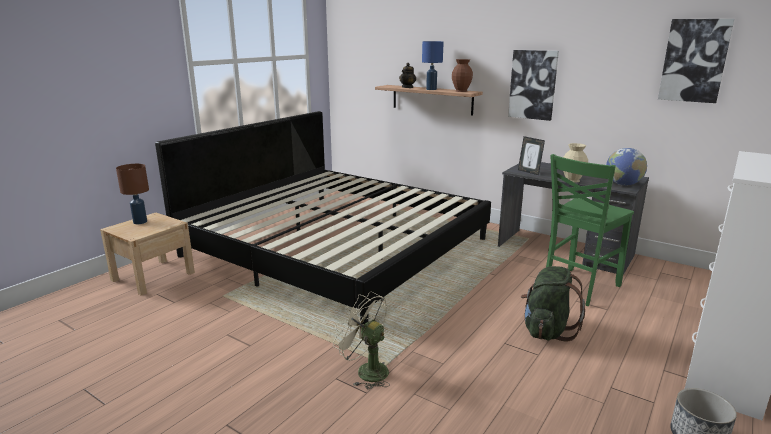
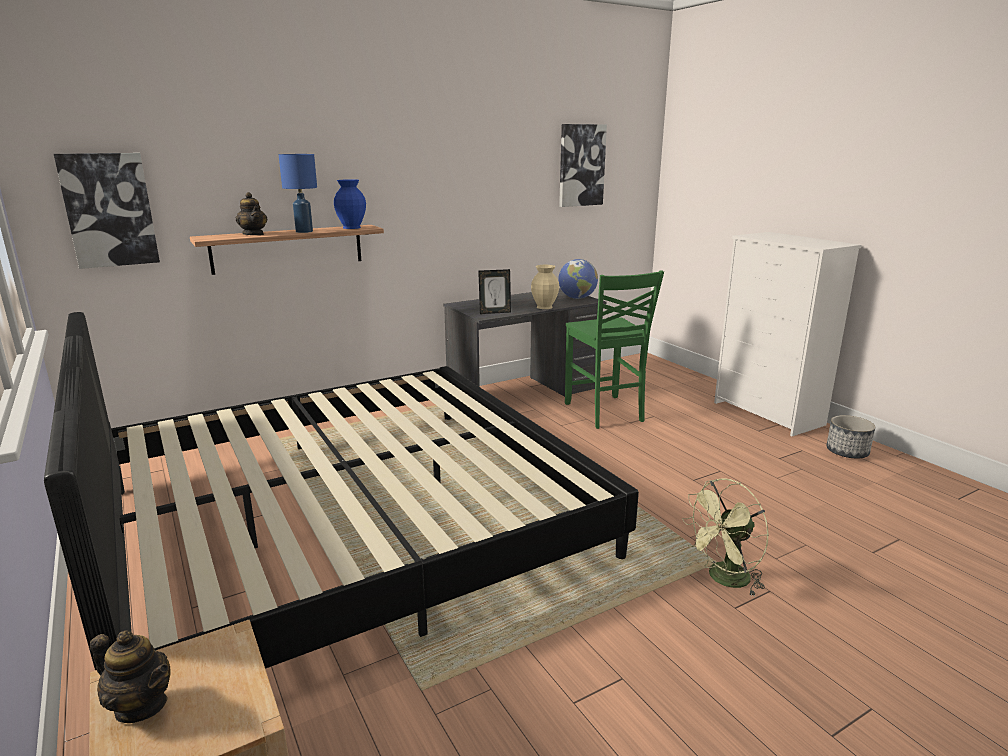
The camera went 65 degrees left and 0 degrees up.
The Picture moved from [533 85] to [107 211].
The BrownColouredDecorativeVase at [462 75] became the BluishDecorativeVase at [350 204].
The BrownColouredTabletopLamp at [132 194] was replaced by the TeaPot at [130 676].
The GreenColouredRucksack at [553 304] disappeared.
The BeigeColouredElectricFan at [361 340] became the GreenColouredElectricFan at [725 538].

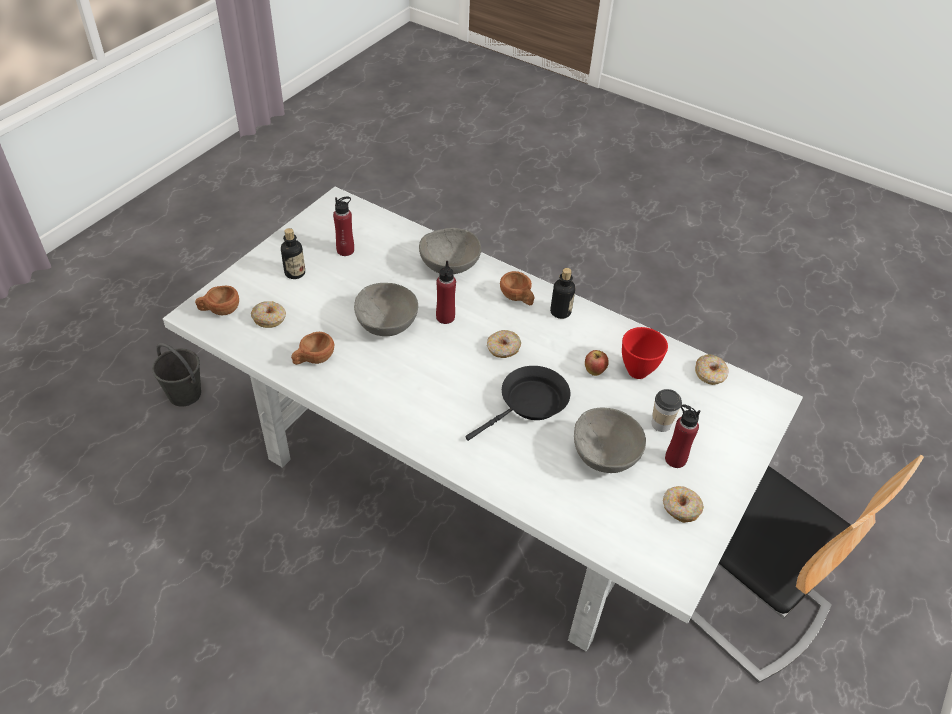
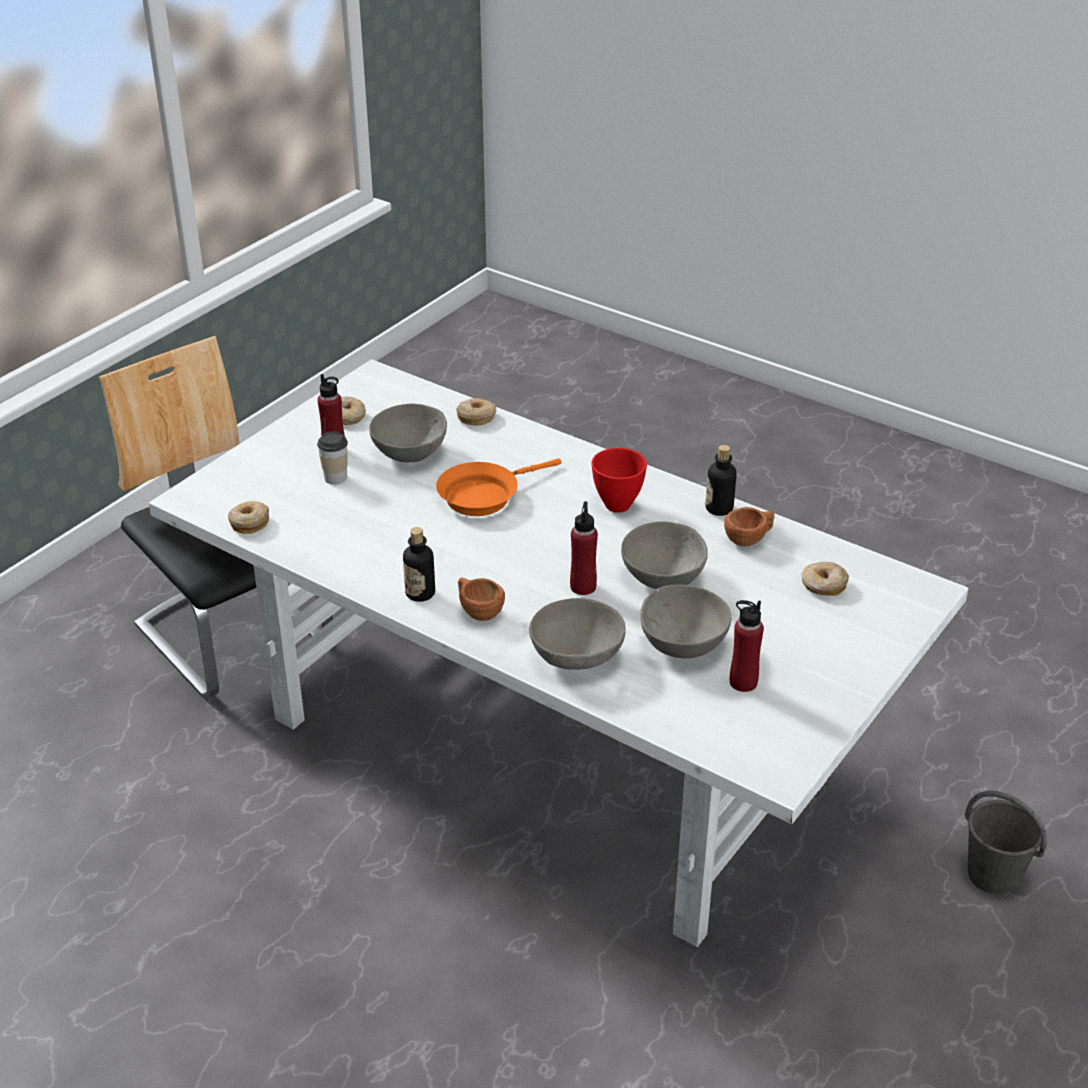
The camera went 175 degrees left and 10 degrees down.
The DrinkBottle moved from [293 253] to [721 480].
The BrownColouredSmallCup at [217 300] disappeared.
The ReddishDeepDish moved from [645 353] to [619 480].
The RingDoughnut moved from [504 344] to [476 411].
The Apple at [597 363] disappeared.
The BlackColouredFryingPan at [518 403] became the OrangeFryingPan at [499 487].
The GreyishDeepDish at [685 621] appeared.

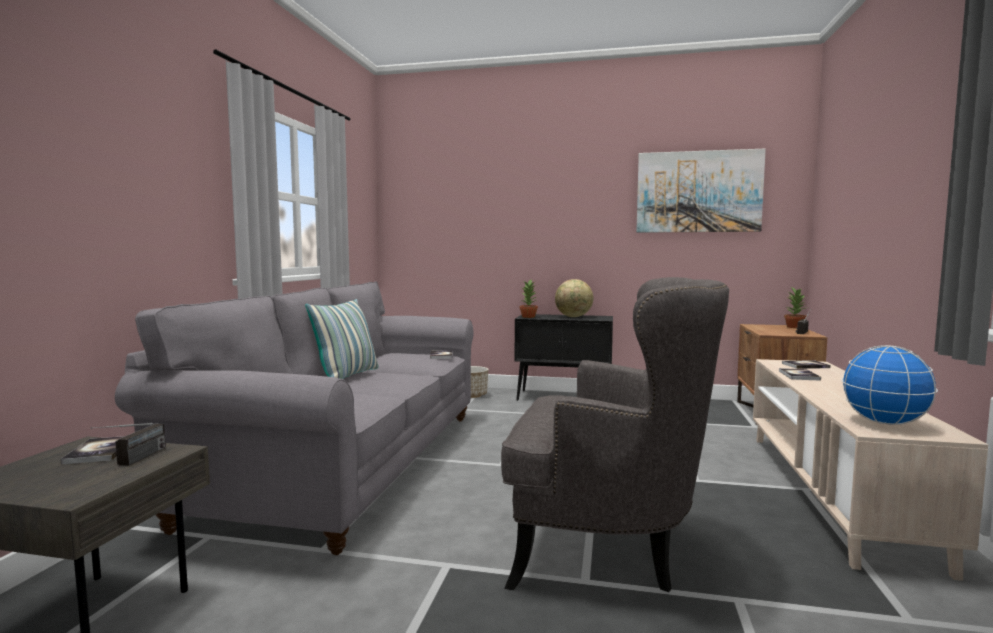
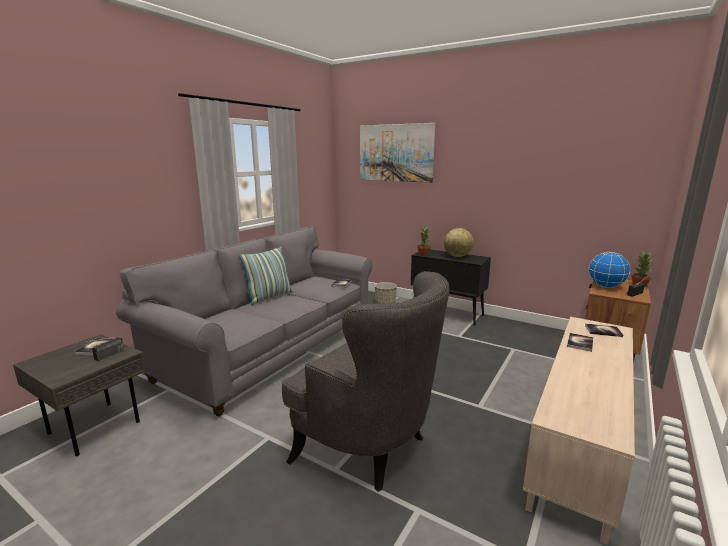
The camera went 20 degrees right and 10 degrees up.
The Picture moved from [701 191] to [397 153].
The WorldGlobe moved from [889 385] to [609 270].

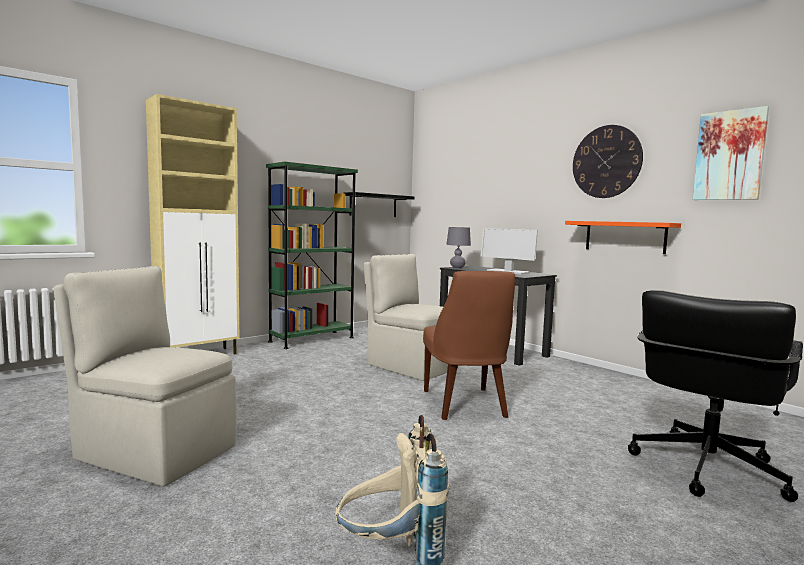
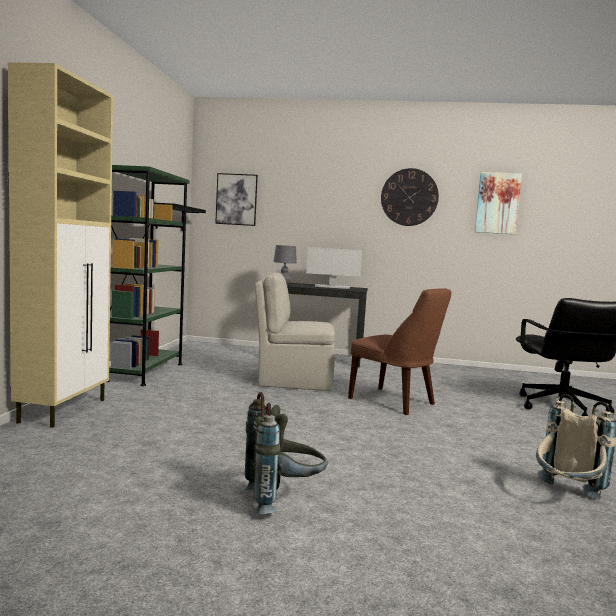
The camera went 40 degrees left and 0 degrees up.
The OrangeBracketShelf at [623 237] disappeared.
The BeigeColouredUprightChair at [145 376] was replaced by the GreyishRucksack at [286 453].
The Picture at [236 199] appeared.

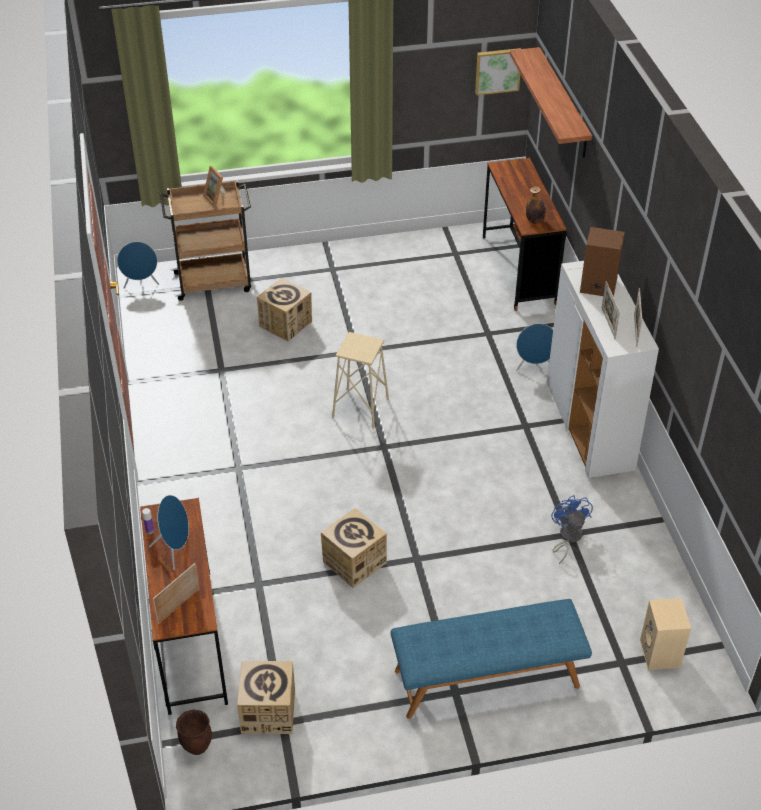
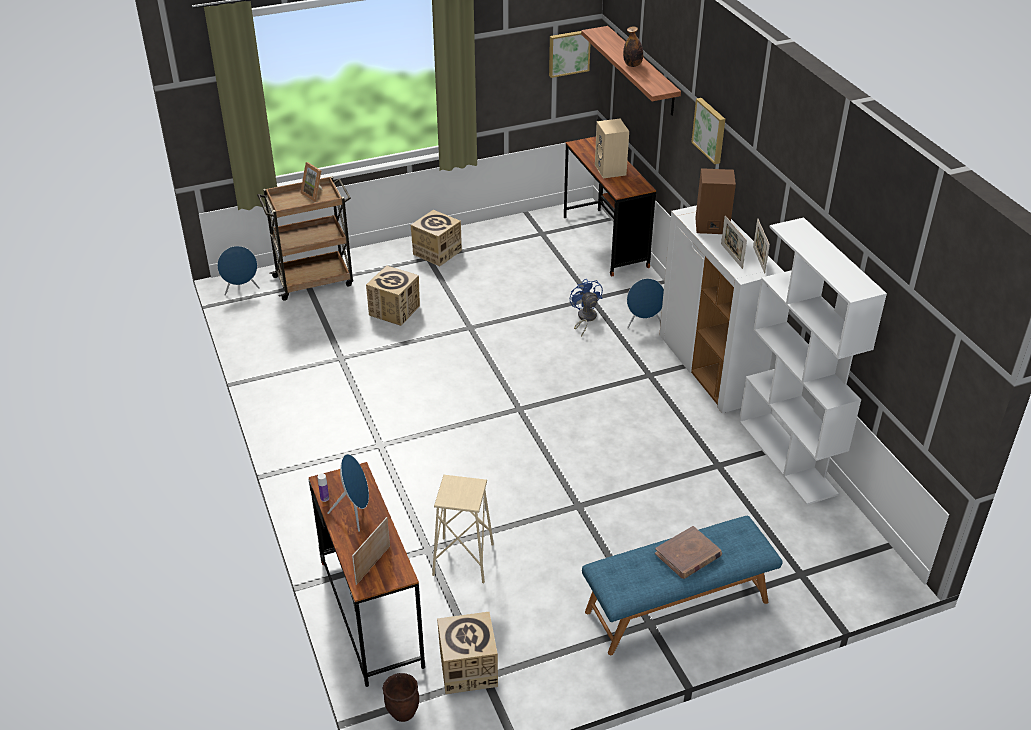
The camera went 10 degrees left and 5 degrees down.
The DrinkBottle moved from [536 205] to [633 46].
The BeigeColouredStool moved from [360 380] to [463 529].
The BluishElectricFan moved from [572 529] to [586 307].
The PackingBox moved from [354 548] to [436 238].
The BeigeColouredAudioSpeaker moved from [665 634] to [612 148].
The Picture at [708 131] appeared.
The WhiteBookshelf at [813 361] appeared.
The BrownColouredBoundBook at [688 552] appeared.

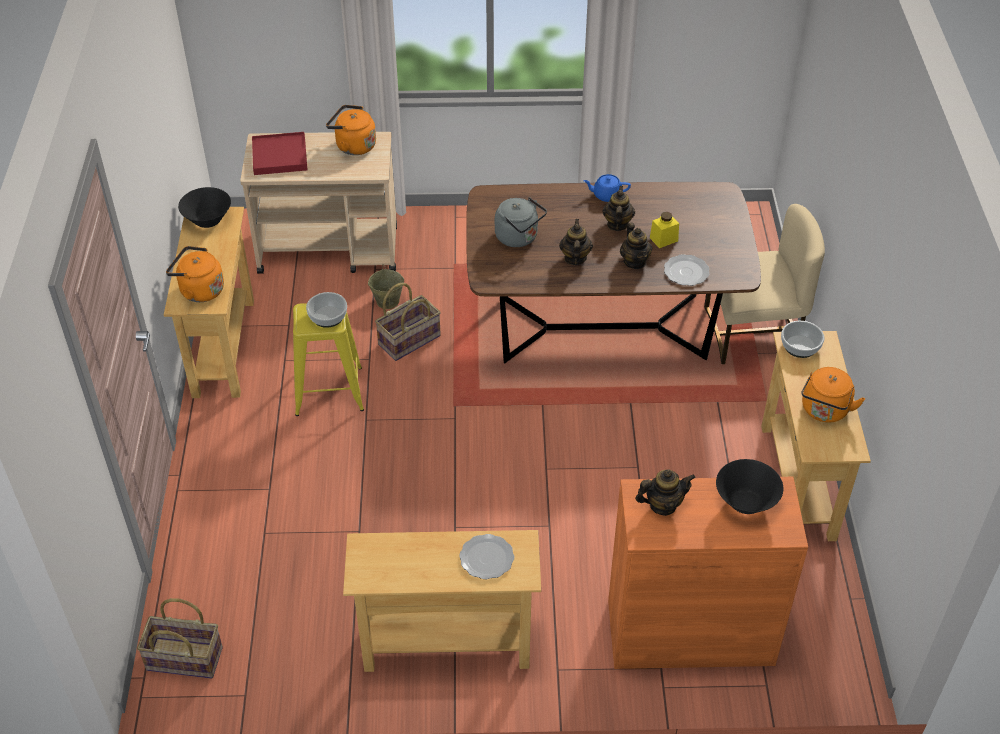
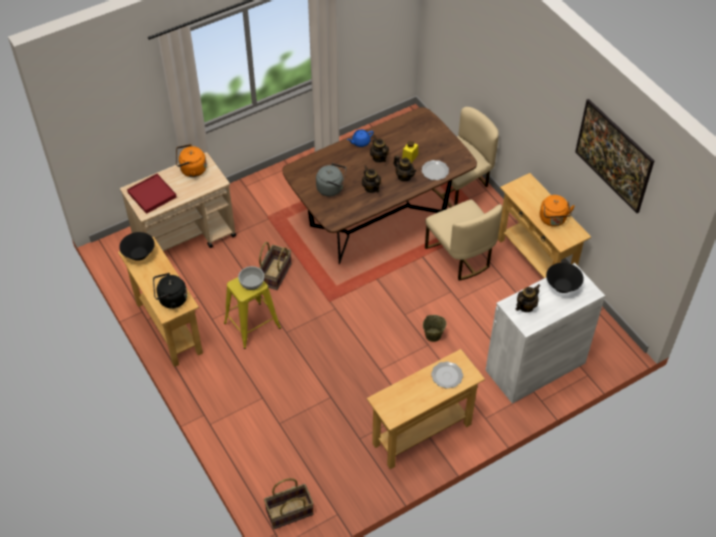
The camera went 30 degrees left and 5 degrees up.
The OrangeTeaKettle at [195 274] became the BlackColouredTeaKettle at [170 291].
The BeigeColouredPail moved from [386 287] to [434 328].
The DeepDish at [802 339] disappeared.
The OrangeCupboard at [708 573] became the WhiteCupboard at [545 333].
The Picture at [614 156] appeared.
The BeigeColouredUprightChair at [463 240] appeared.

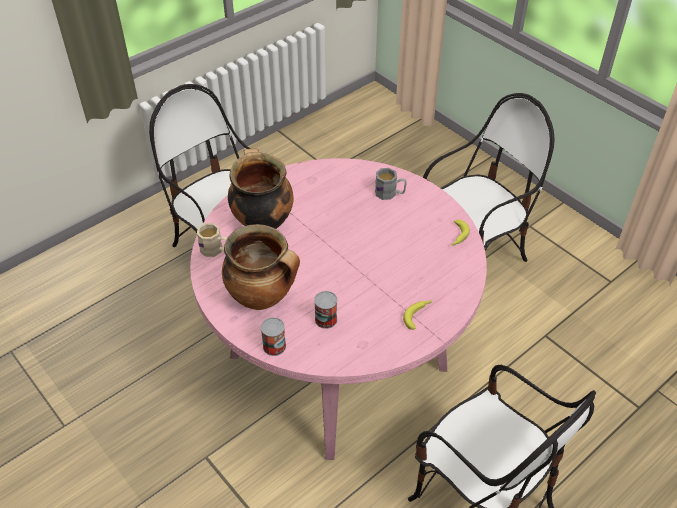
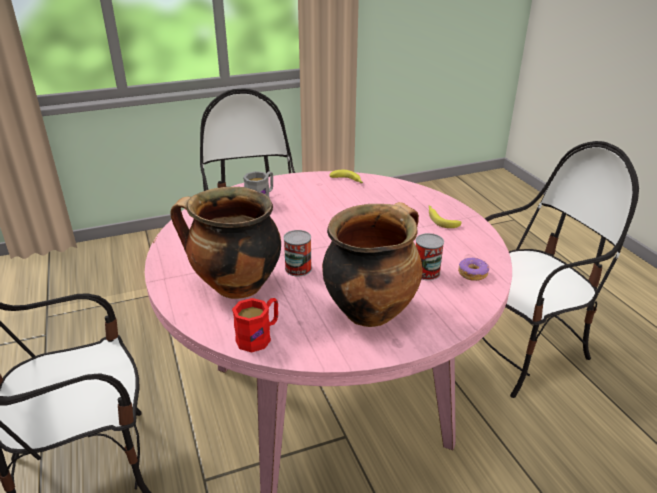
The camera went 70 degrees left and 15 degrees down.
The BeigeColouredTeaMug at [212 240] became the ReddishTeaMug at [255 325].
The Can moved from [273 336] to [298 253].
The RingDoughnut at [473 269] appeared.

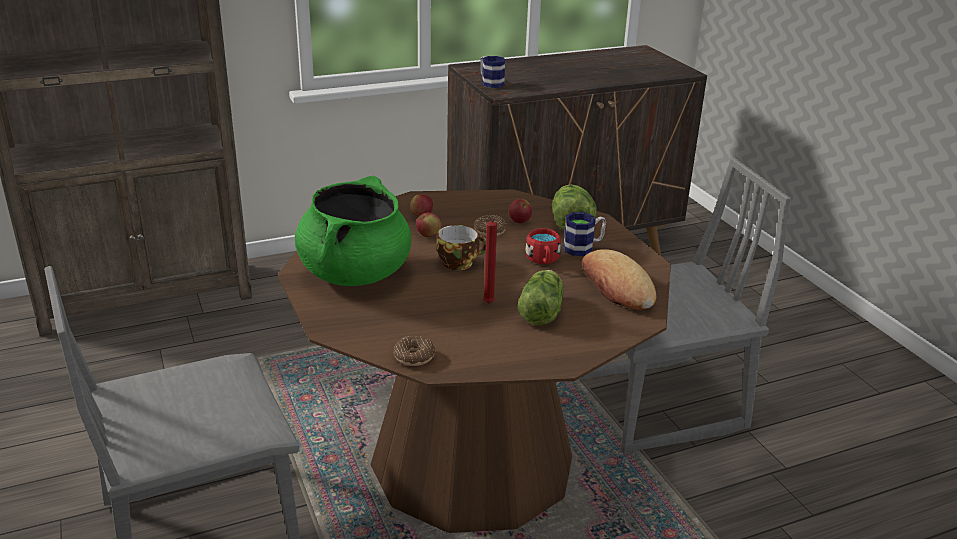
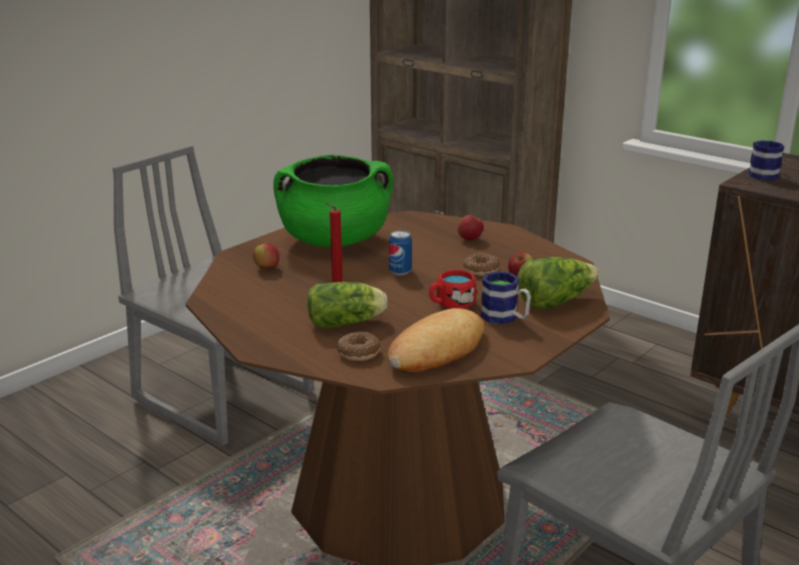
The camera went 65 degrees right and 5 degrees down.
The Apple moved from [429 224] to [266 256].
The SmallCup at [461 247] was replaced by the Can at [400 252].
The RingDoughnut moved from [414 351] to [359 346].

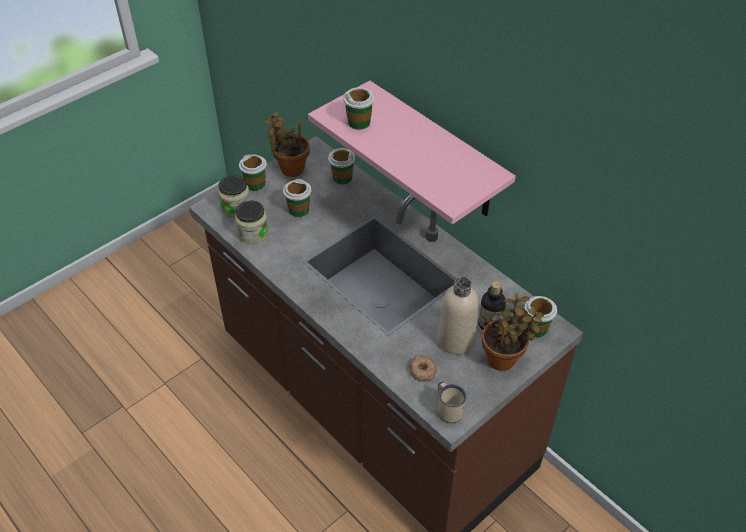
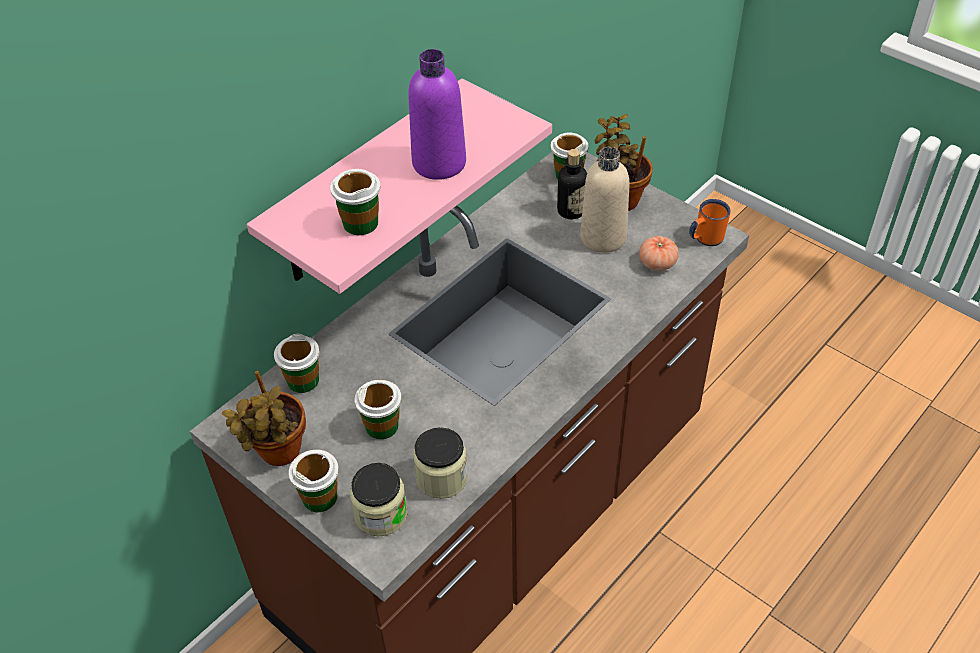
The camera went 95 degrees left and 0 degrees up.
The RingDoughnut at [423 368] was replaced by the Tomato at [659 253].
The BeigeColouredTeaMug at [452 402] became the OrangeTeaMug at [710 222].
The PurpleDrinkBottle at [437 114] appeared.

